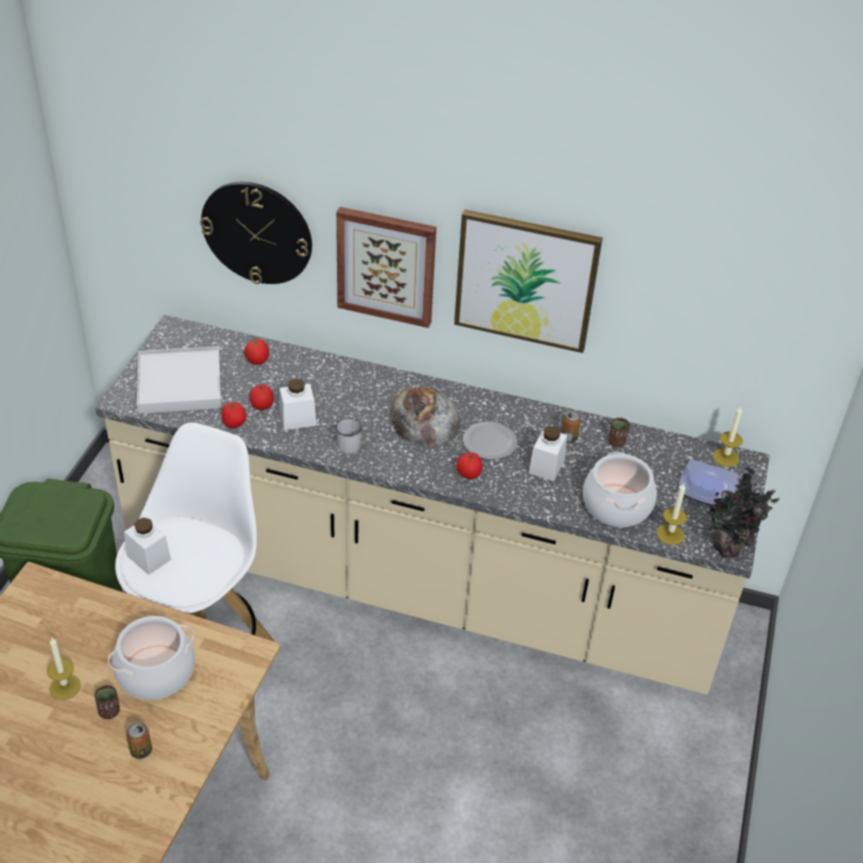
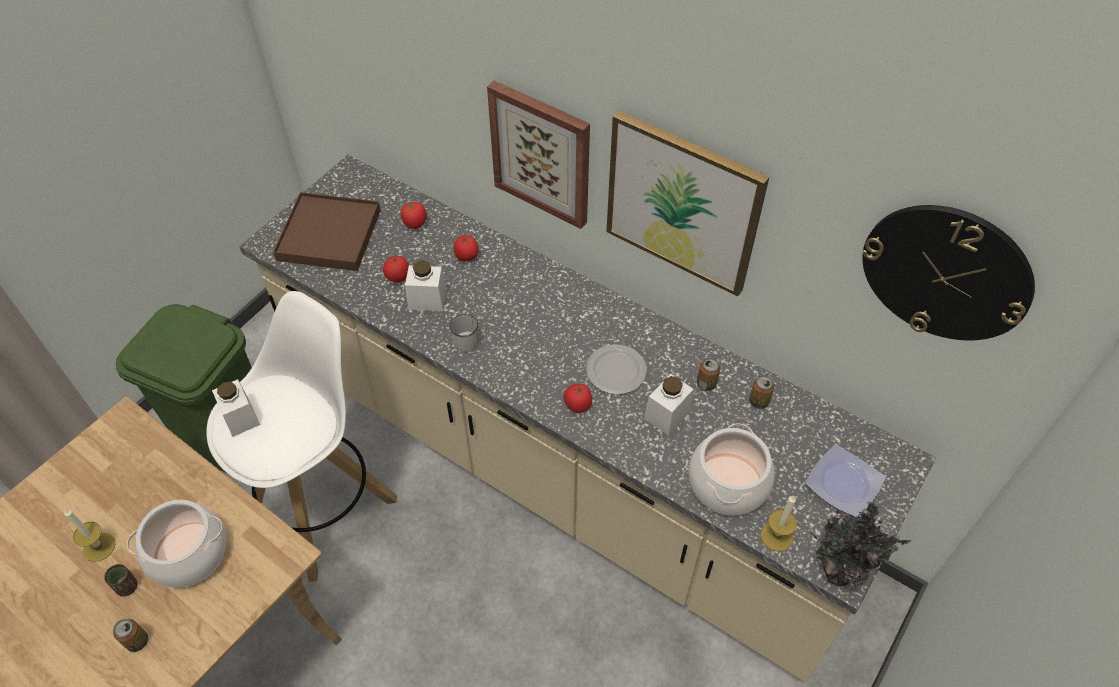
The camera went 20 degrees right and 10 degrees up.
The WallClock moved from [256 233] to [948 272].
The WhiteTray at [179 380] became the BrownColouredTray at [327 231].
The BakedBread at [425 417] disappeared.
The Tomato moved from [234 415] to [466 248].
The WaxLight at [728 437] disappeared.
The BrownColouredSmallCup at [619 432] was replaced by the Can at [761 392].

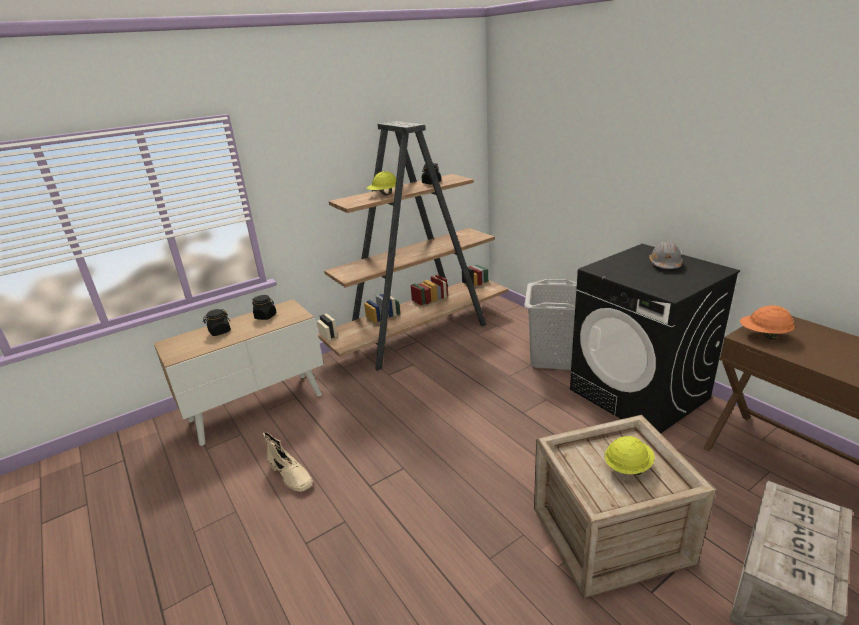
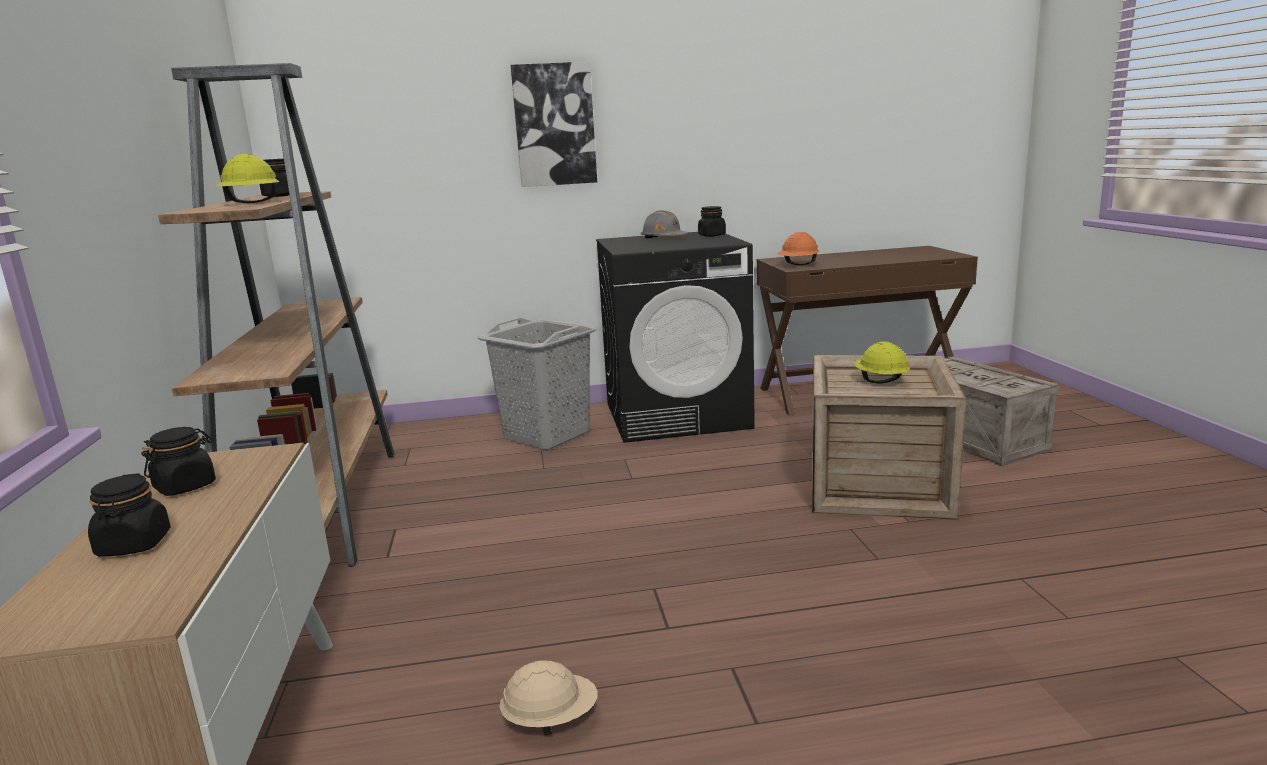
The camera went 65 degrees left and 10 degrees down.
The BeigeColouredBoot at [288 462] was replaced by the BeigeColouredHardHat at [548 697].
The Picture at [554 124] appeared.
The BlackColouredJar at [712 221] appeared.

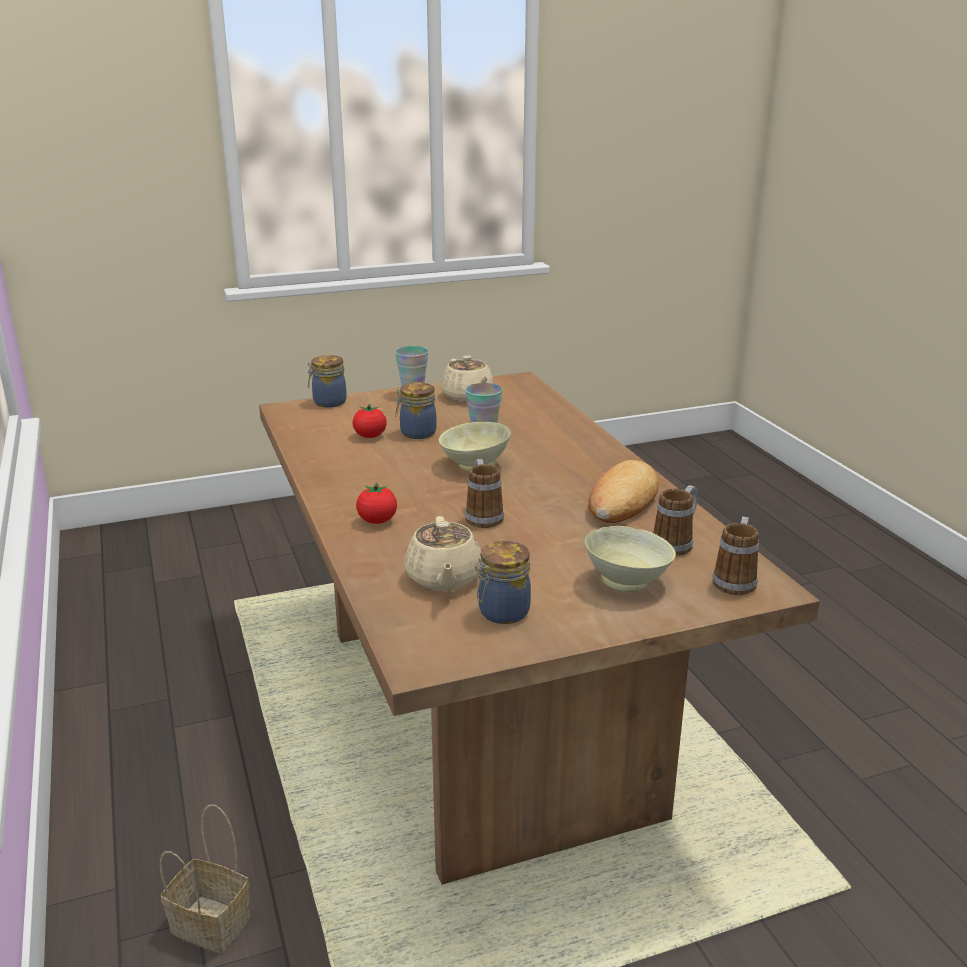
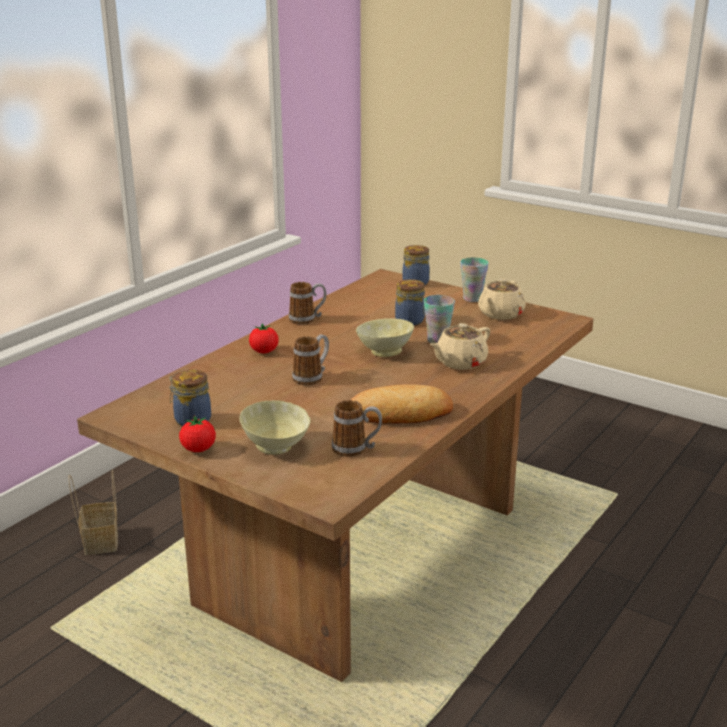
The camera went 55 degrees right and 0 degrees up.
The Tomato moved from [370 421] to [197 434].
The BeigeColouredTeaPot moved from [442 553] to [460 346].
The TeaMug moved from [735 556] to [307 303].

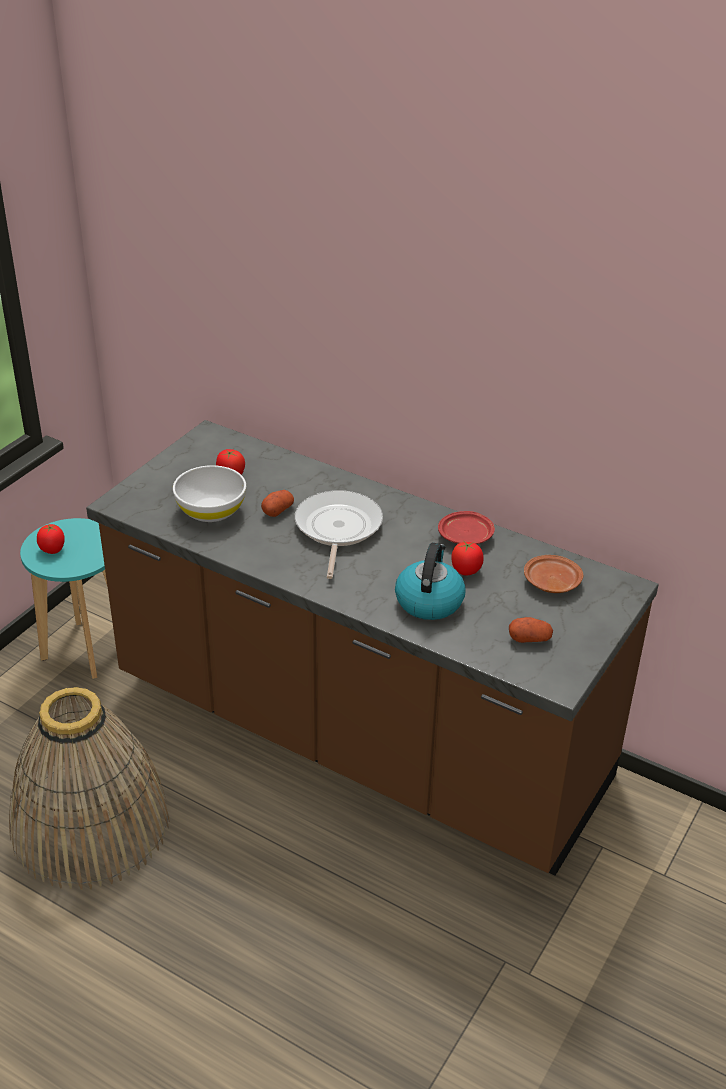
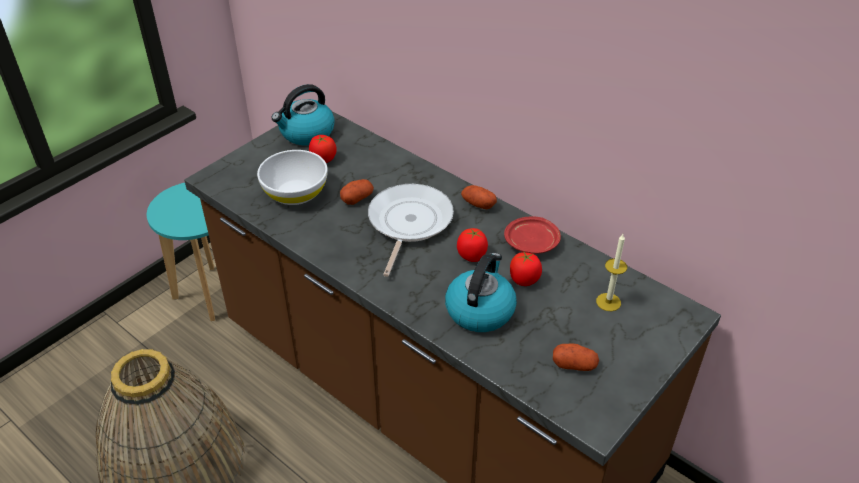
The camera went 10 degrees right and 5 degrees up.
The Tomato moved from [51 539] to [472 245].
The BrownColouredPlate at [553 574] was replaced by the WaxLight at [611 272].
The TeaKettle at [303 114] appeared.
The Spud at [479 197] appeared.

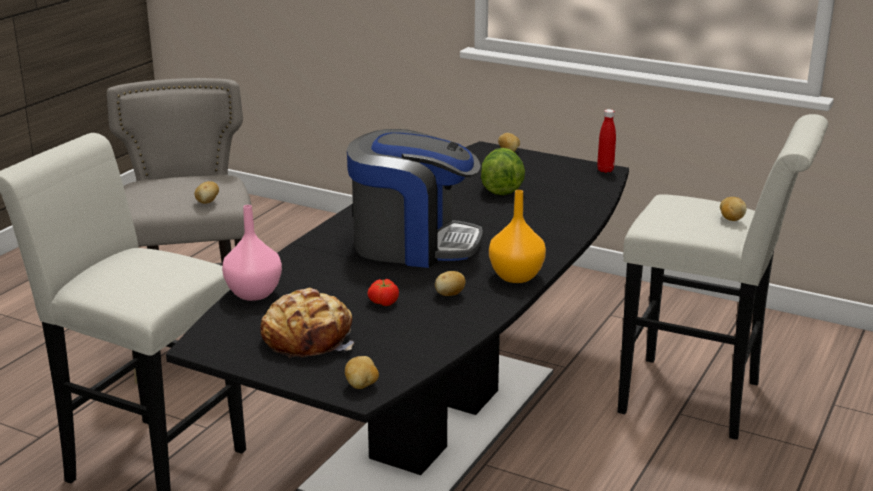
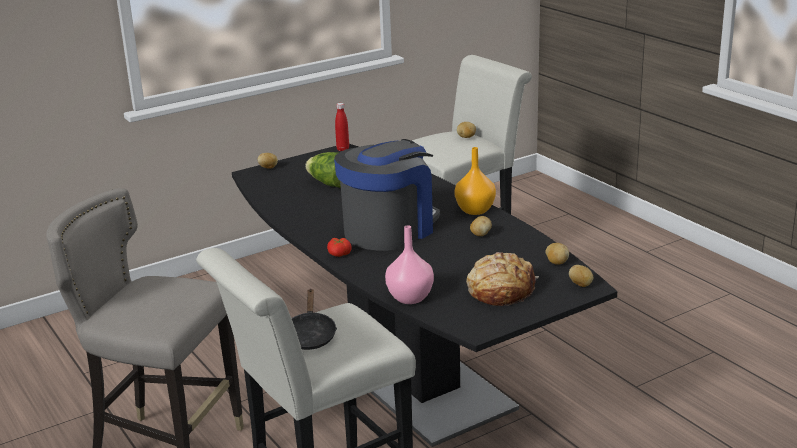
The camera went 60 degrees left and 0 degrees up.
The Spud moved from [207 192] to [557 254].
The Tomato moved from [383 292] to [339 247].
The BlackColouredFryingPan at [314 319] appeared.

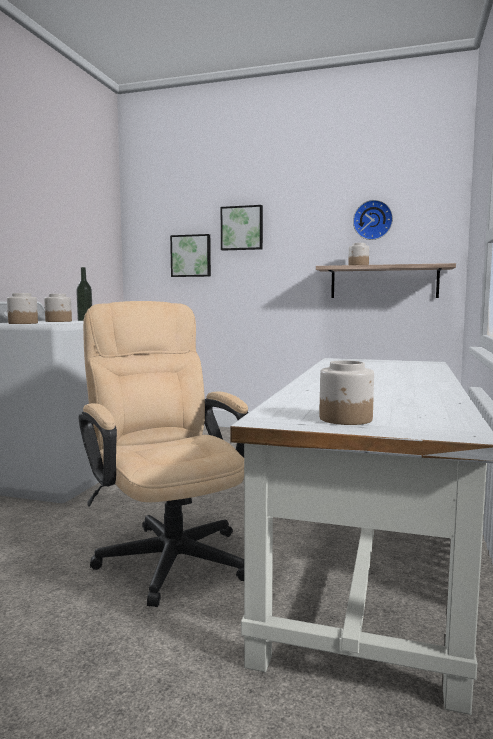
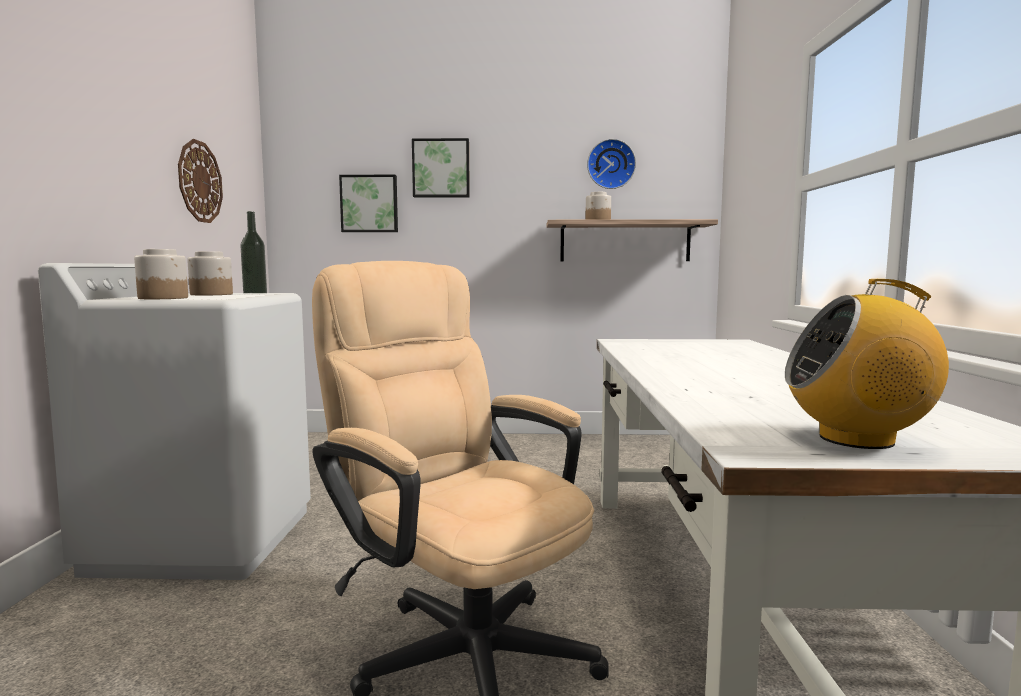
The camera went 15 degrees left and 0 degrees up.
The Jar at [346 392] was replaced by the Radio at [867 364].
The WallClock at [200 181] appeared.

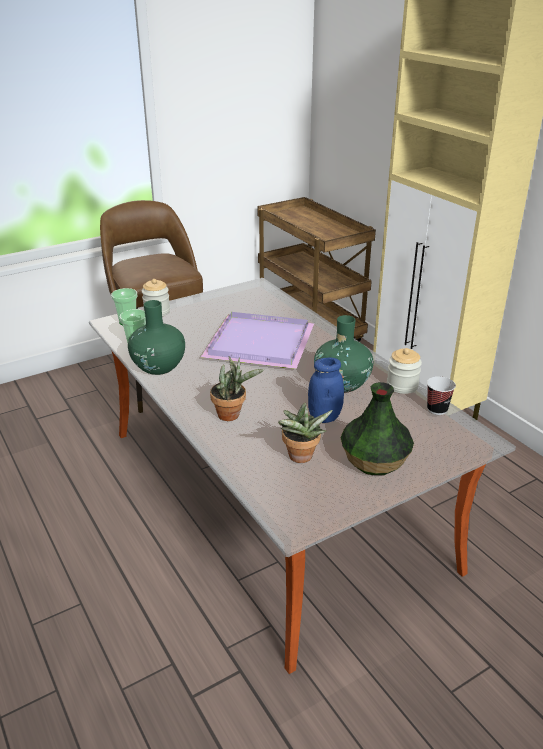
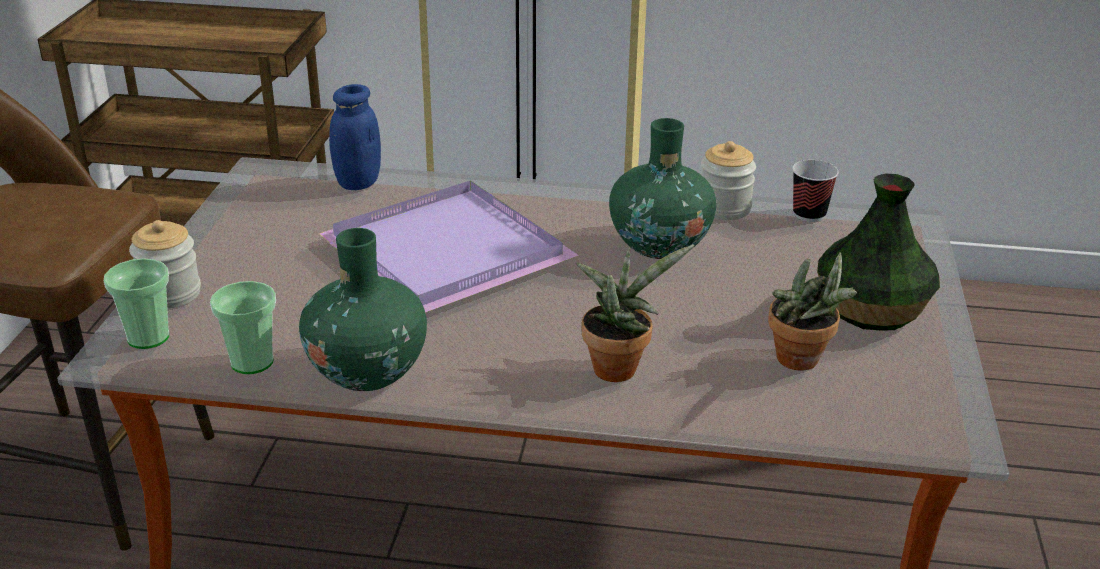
The camera went 50 degrees left and 0 degrees up.
The BluishJar moved from [326 390] to [355 137].

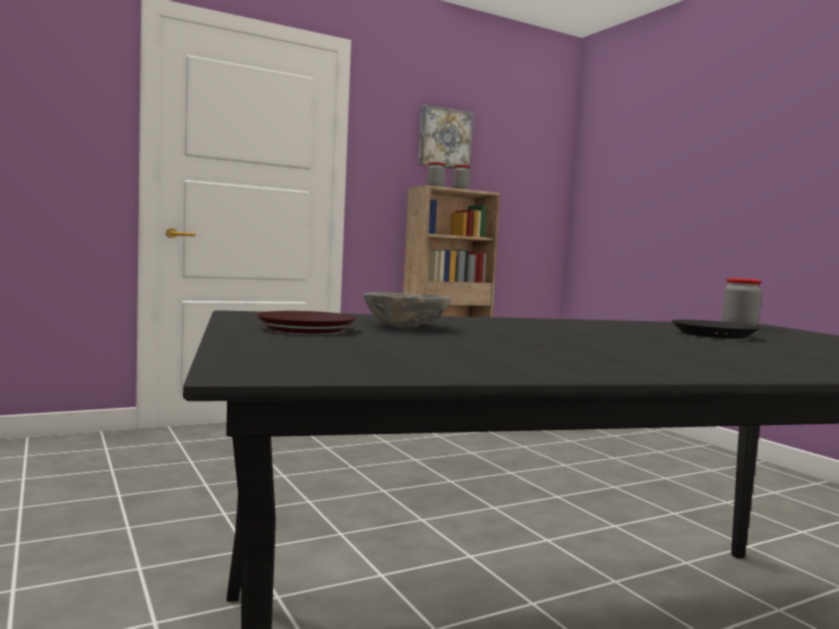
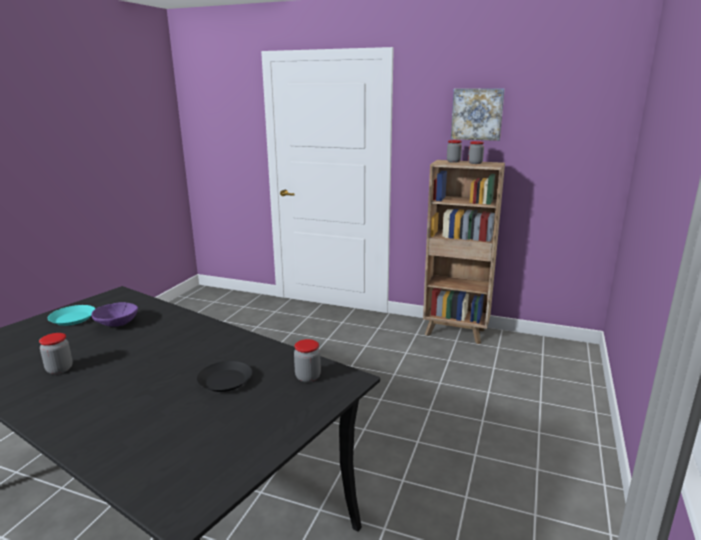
The camera went 50 degrees right and 15 degrees up.
The GreyishDeepDish at [407 309] became the PurpleDeepDish at [114 314].
The BrownColouredPlate at [306 322] became the BlueGreenPlate at [71 315].
The Jar at [56 353] appeared.

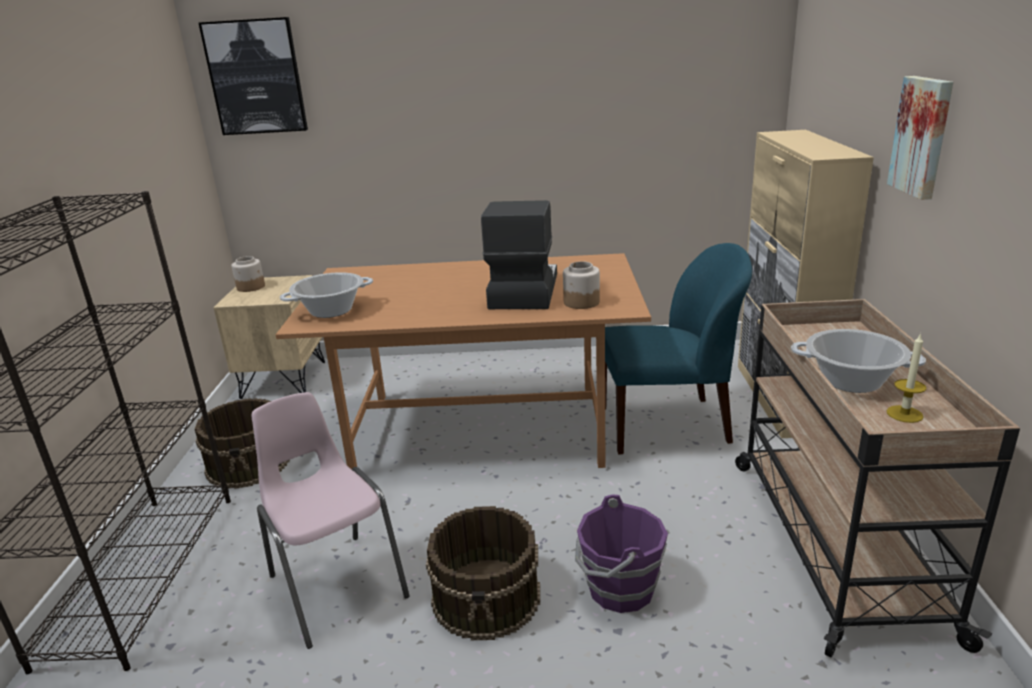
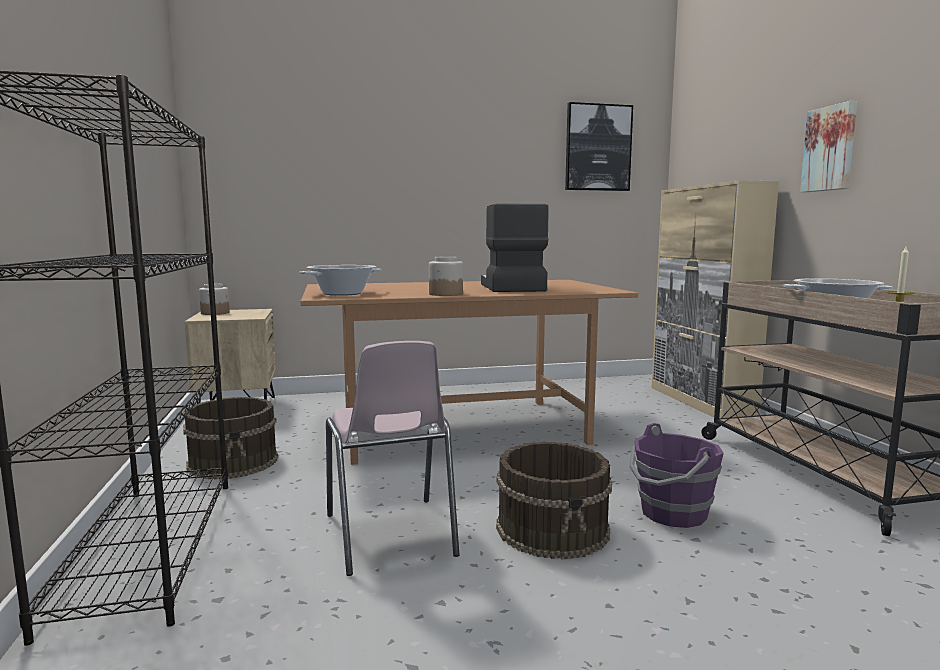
The camera went 15 degrees left and 15 degrees down.
The Picture moved from [253 76] to [599 146].
The BluishUprightChair at [678 349] disappeared.
The Jar moved from [581 285] to [446 276].
The PinkishUprightChair at [330 520] turned 150 degrees counterclockwise.

